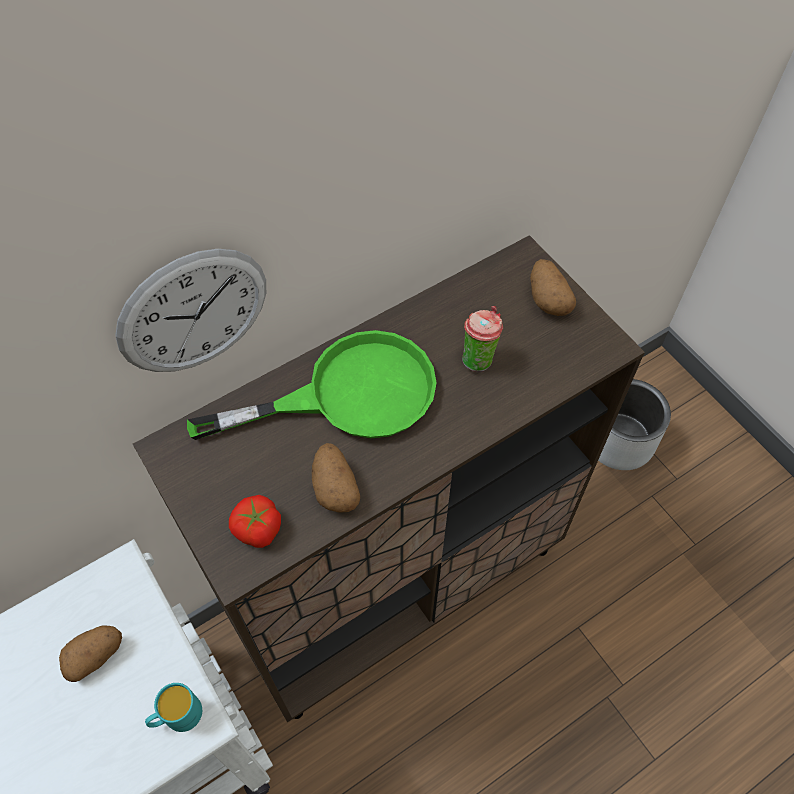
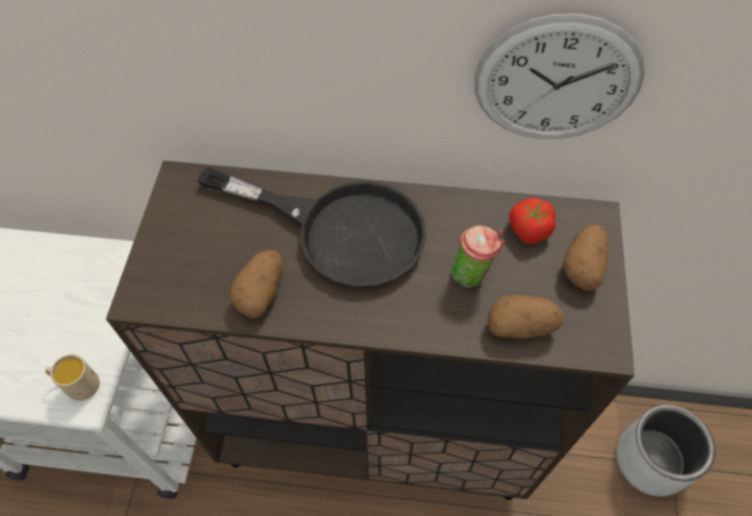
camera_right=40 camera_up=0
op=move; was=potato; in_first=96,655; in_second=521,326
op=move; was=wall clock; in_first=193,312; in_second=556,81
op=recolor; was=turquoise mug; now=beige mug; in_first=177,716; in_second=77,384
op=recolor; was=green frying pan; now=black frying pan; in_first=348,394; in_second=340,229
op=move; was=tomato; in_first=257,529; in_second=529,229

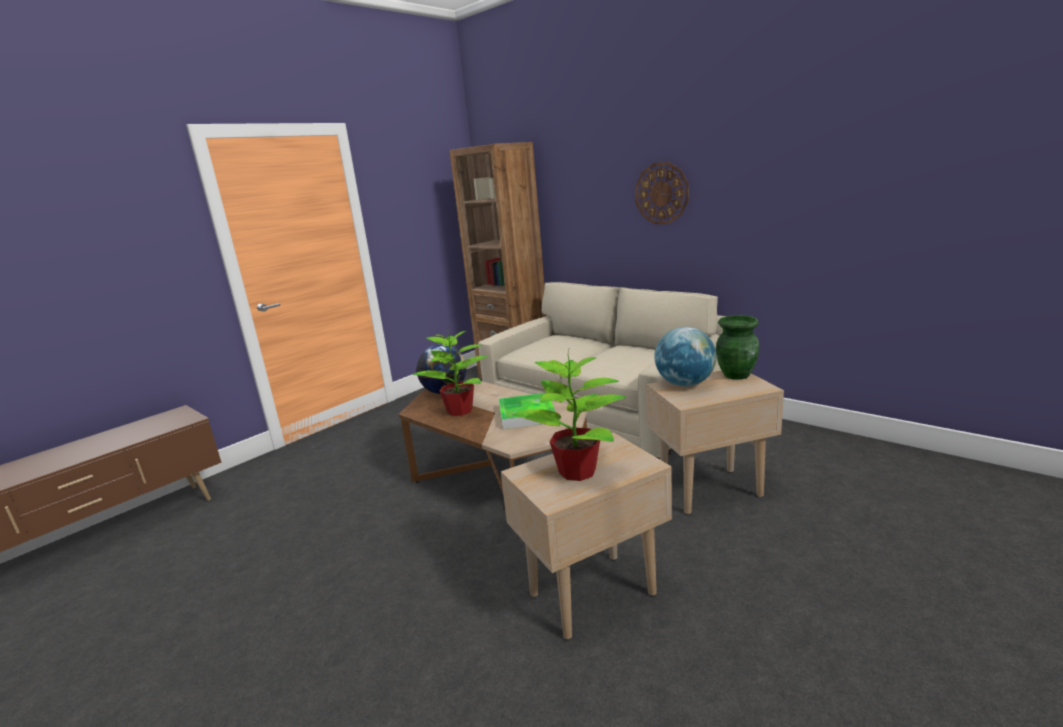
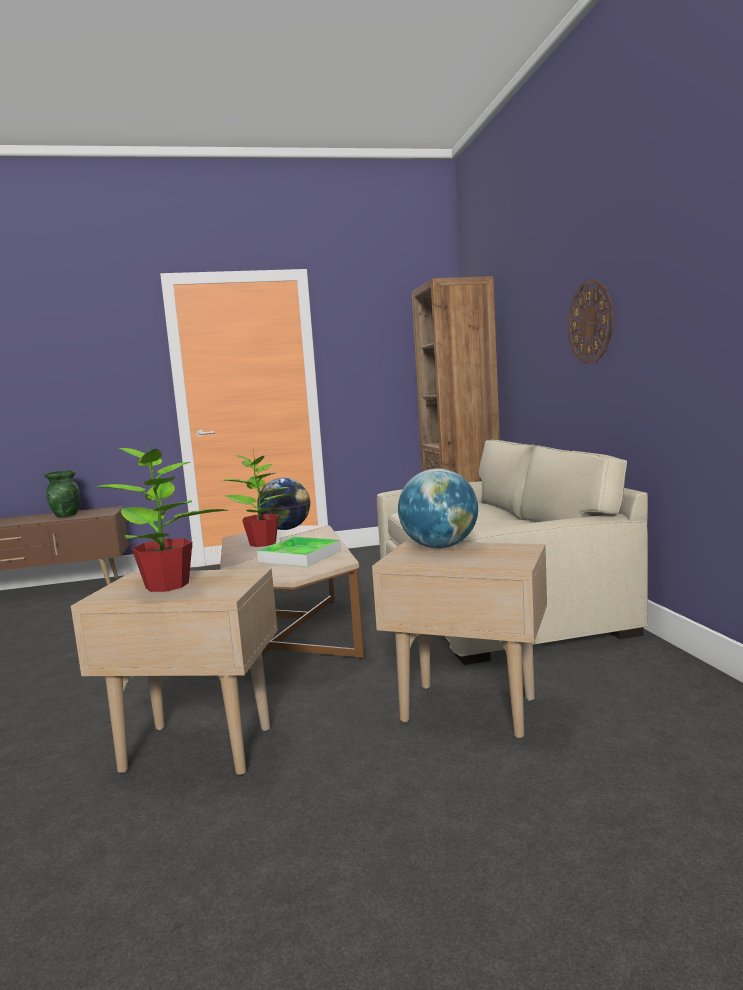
camera_right=35 camera_up=-10
op=move; was=green vase; in_first=737,375; in_second=66,515

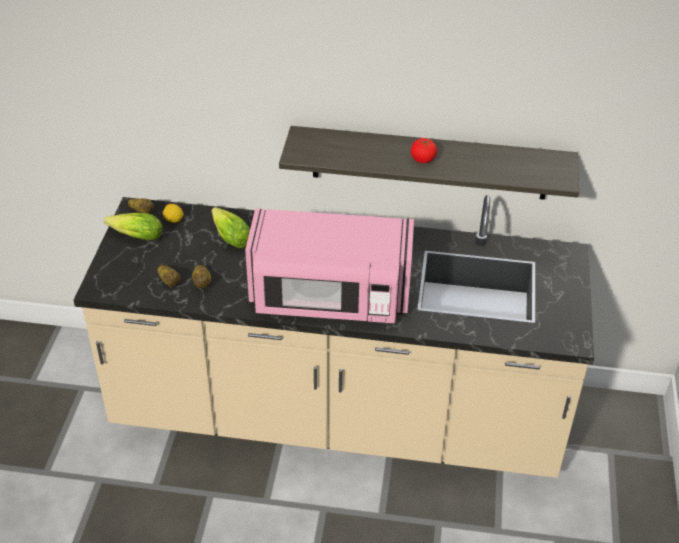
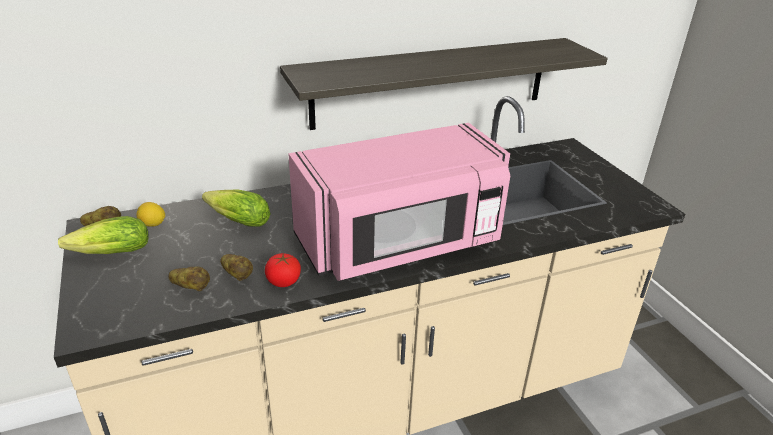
camera_right=-30 camera_up=-10
op=move; was=tomato; in_first=423,159; in_second=283,281

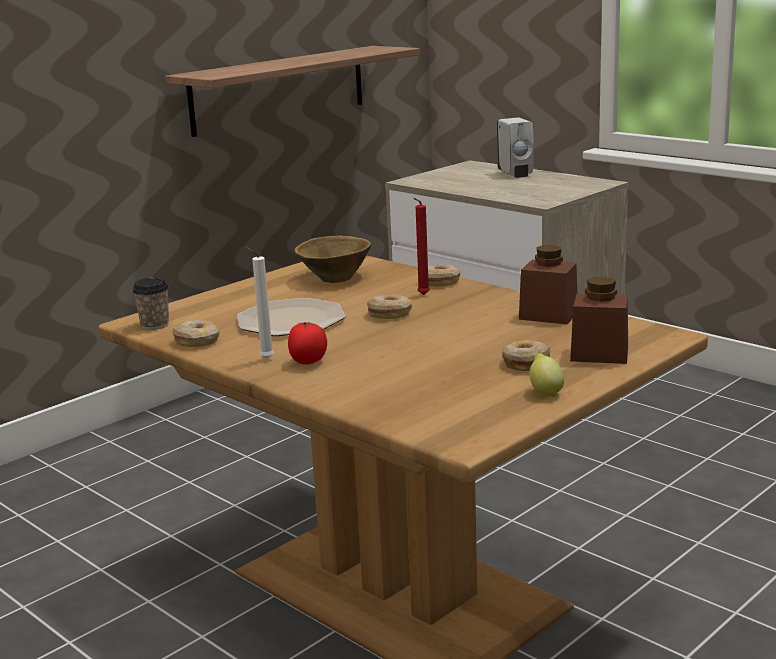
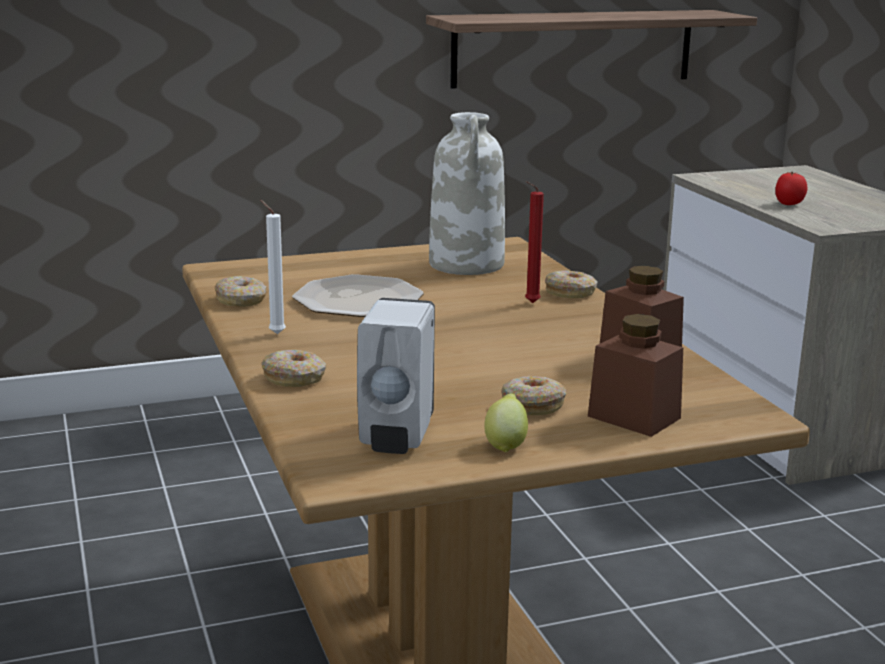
camera_right=25 camera_up=0
op=delete; was=cup; in_first=155,325
op=move; was=tomato; in_first=308,362; in_second=789,204
op=replace; was=brown bowl; now=white vase; in_first=335,277; in_second=467,265
op=move; was=donut; in_first=390,314; in_second=295,378
op=move; was=white soap dispenser; in_first=515,174; in_second=396,438

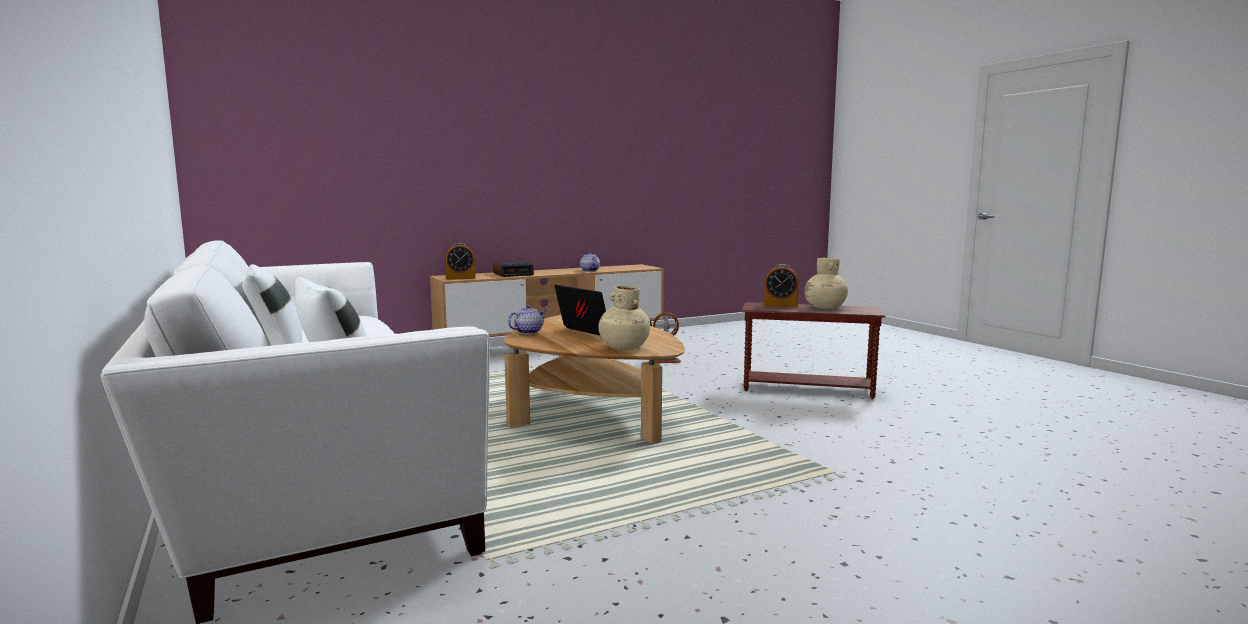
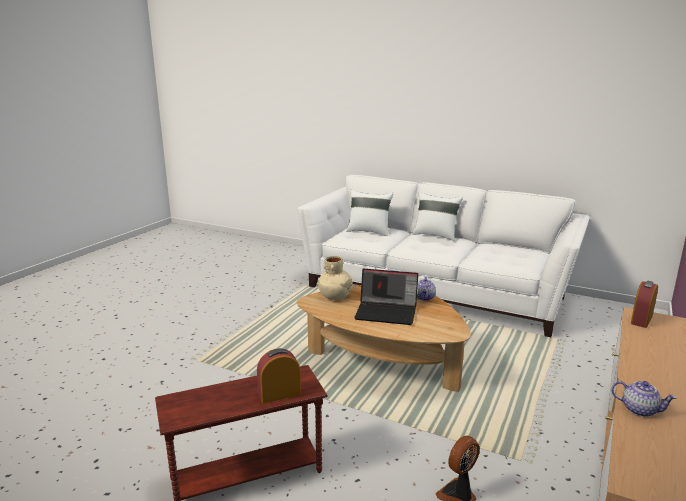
camera_right=145 camera_up=10
op=delete; was=alarm clock; in_first=513,274
op=delete; was=beige vase; in_first=825,308

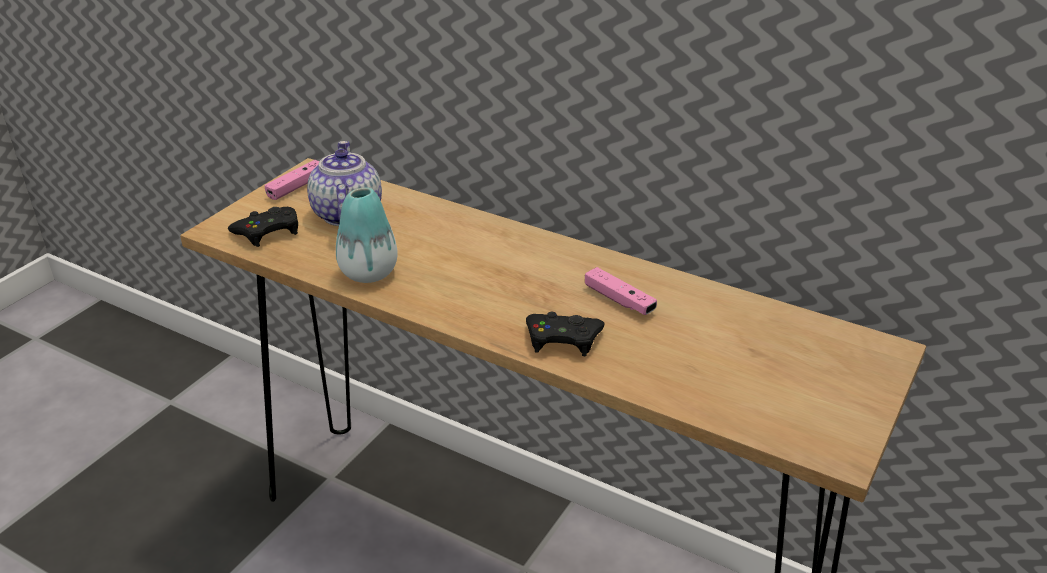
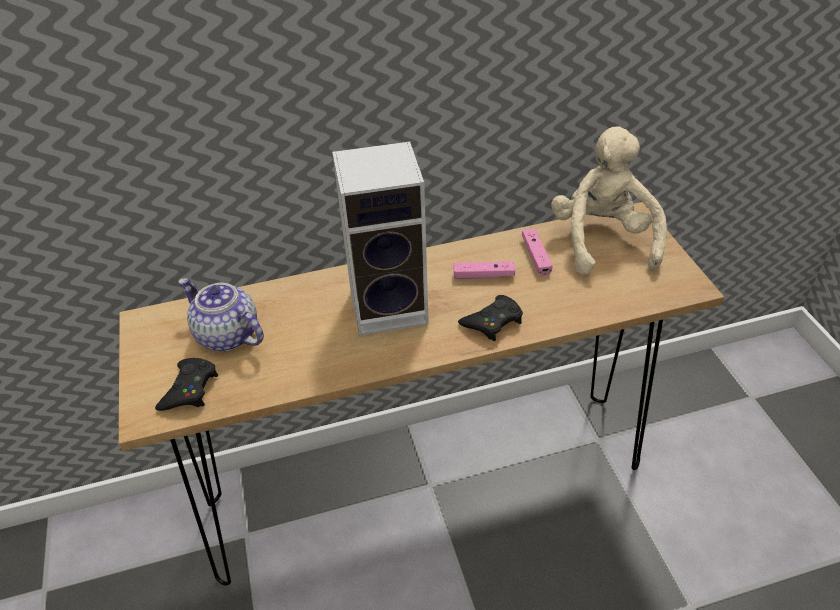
camera_right=-45 camera_up=10
op=move; was=pink game controller; in_first=297,186; in_second=536,256
op=delete; was=vase; in_first=368,273
op=insert; now=speaker; in_second=391,306
op=insert; now=beige plush toy; in_second=602,240

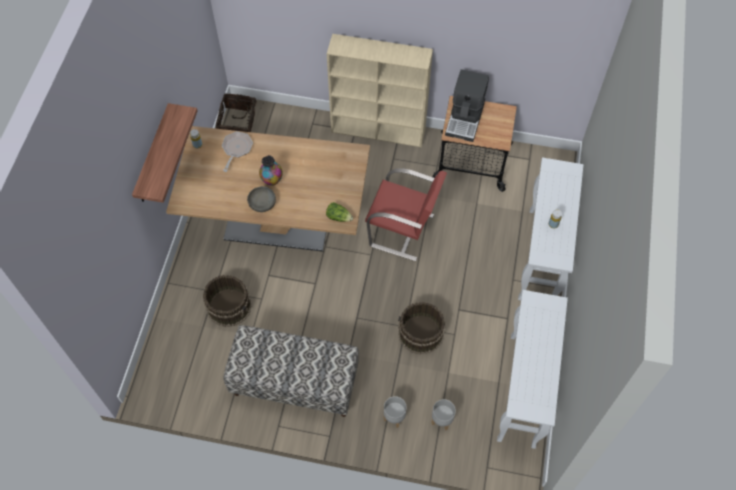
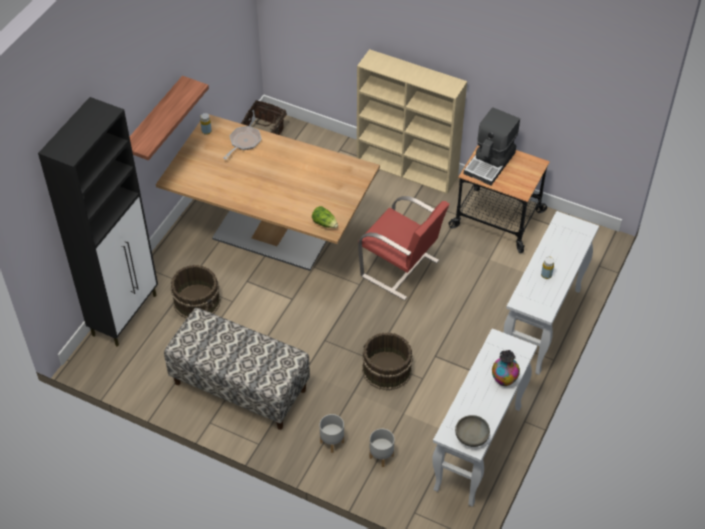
camera_right=15 camera_up=-10
op=move; was=grey bowl; in_first=262,204; in_second=471,436
op=move; was=vase; in_first=272,180; in_second=503,380
op=insert; now=black cabinet; in_second=125,314

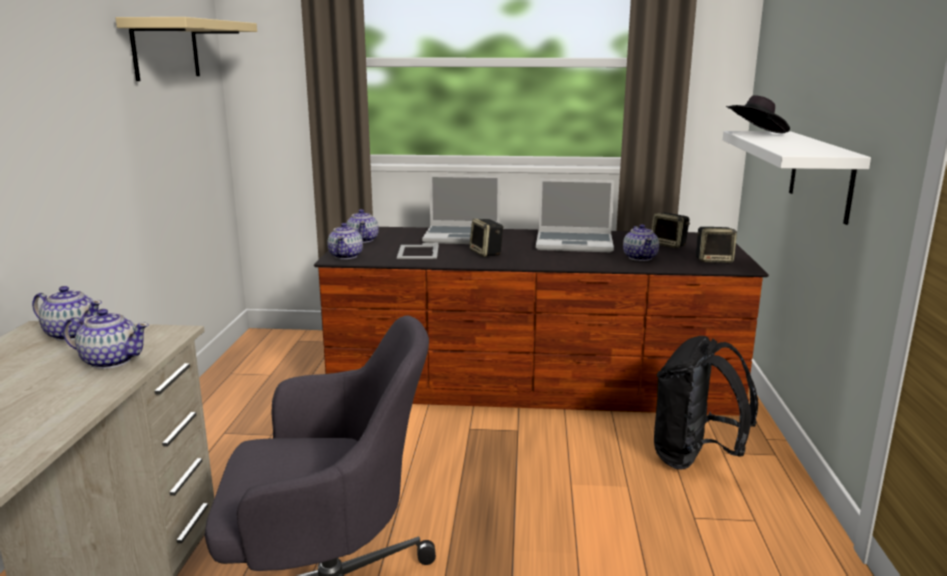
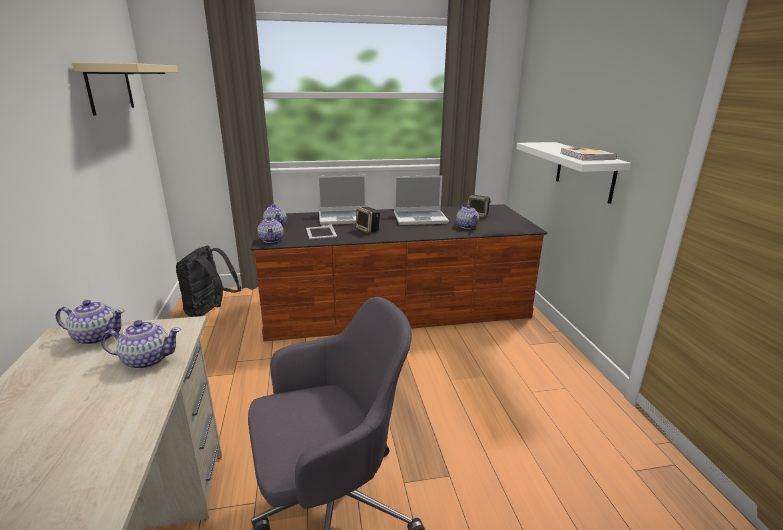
camera_right=-15 camera_up=5
op=move; was=black backpack; in_first=695,459; in_second=210,311
op=delete; was=speaker; in_first=714,260
op=delete; was=black hat; in_first=755,134
op=insert; now=book; in_second=586,156

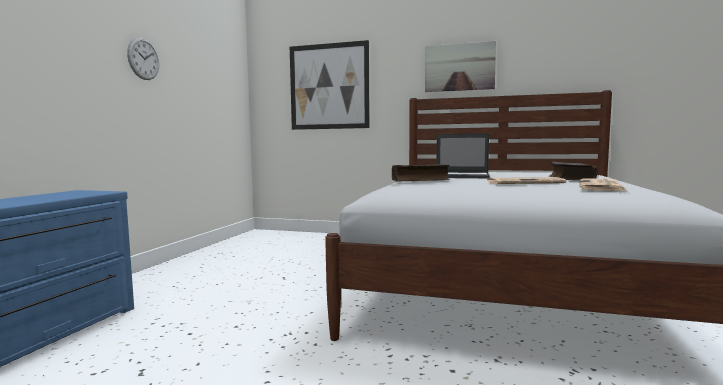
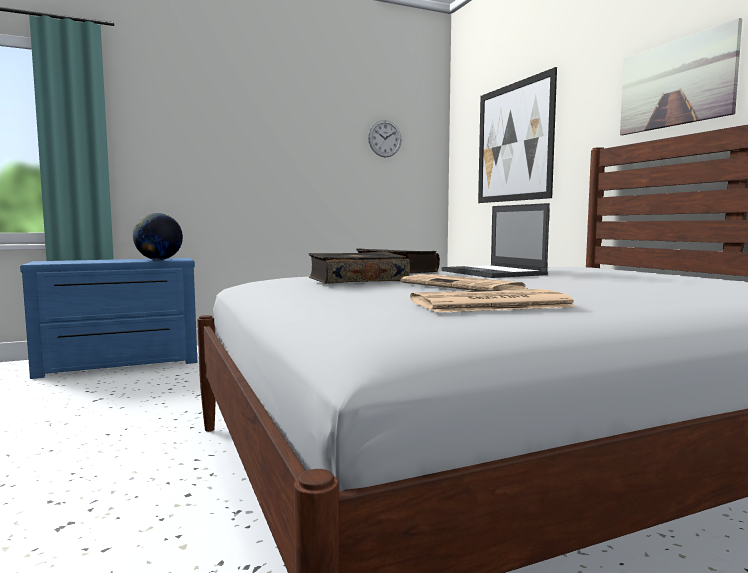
camera_right=50 camera_up=0
op=move; was=wall clock; in_first=143,59; in_second=384,138
op=move; was=book; in_first=570,179; in_second=357,280
op=insert; now=globe; in_second=159,260

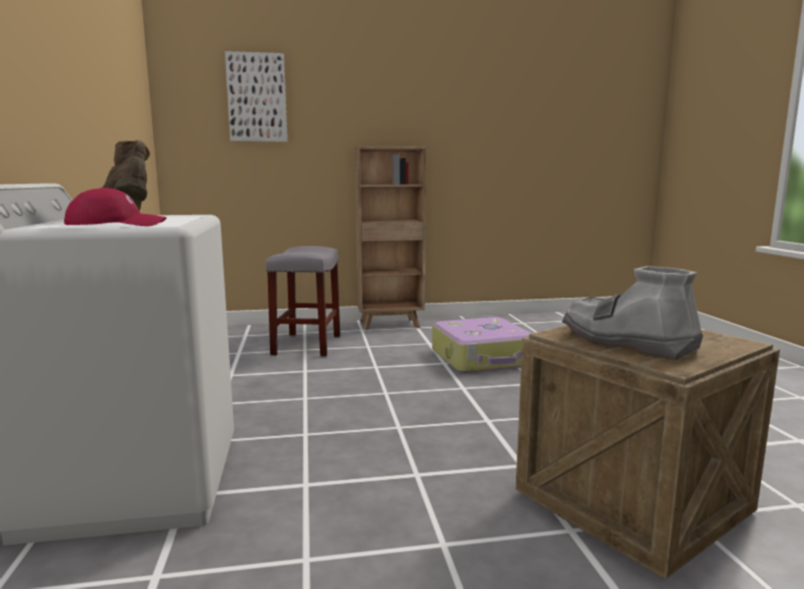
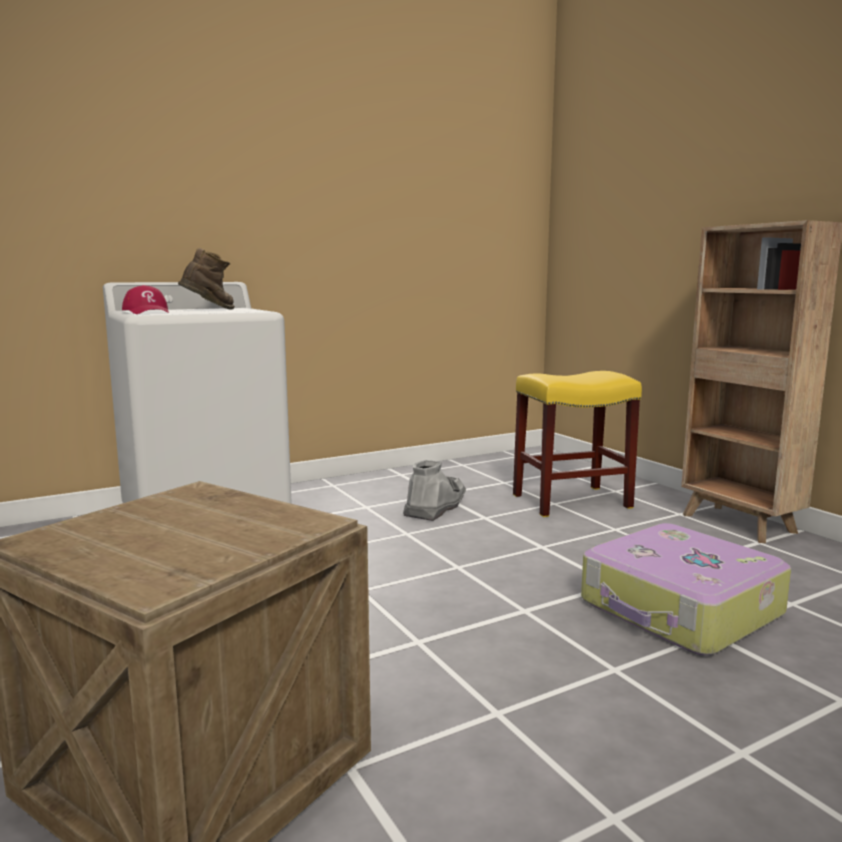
camera_right=70 camera_up=0
op=delete; was=picture; in_first=257,97
op=recolor; was=grey stool; now=yellow stool; in_first=307,345; in_second=570,501
op=move; was=grey boot; in_first=626,342; in_second=435,507

